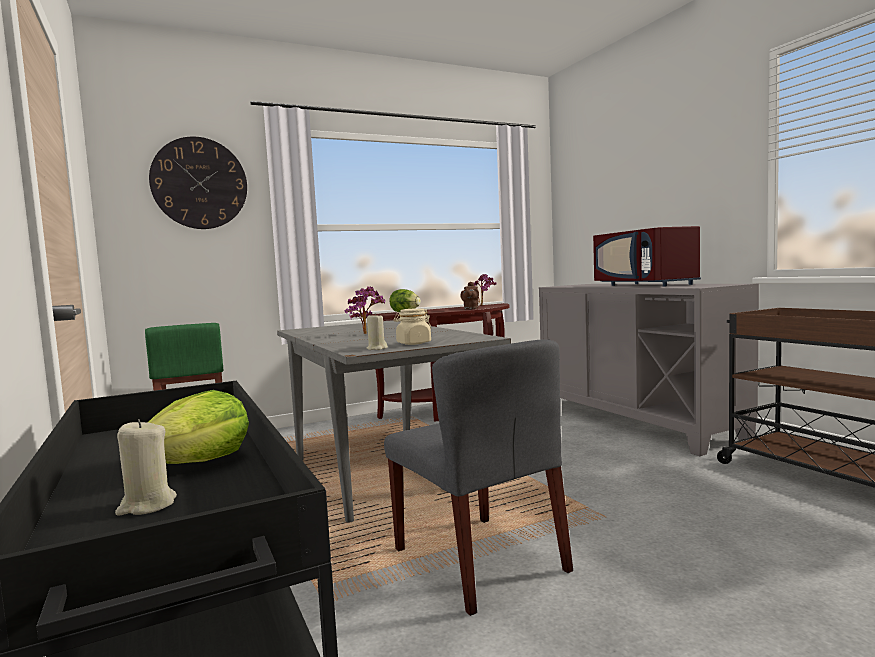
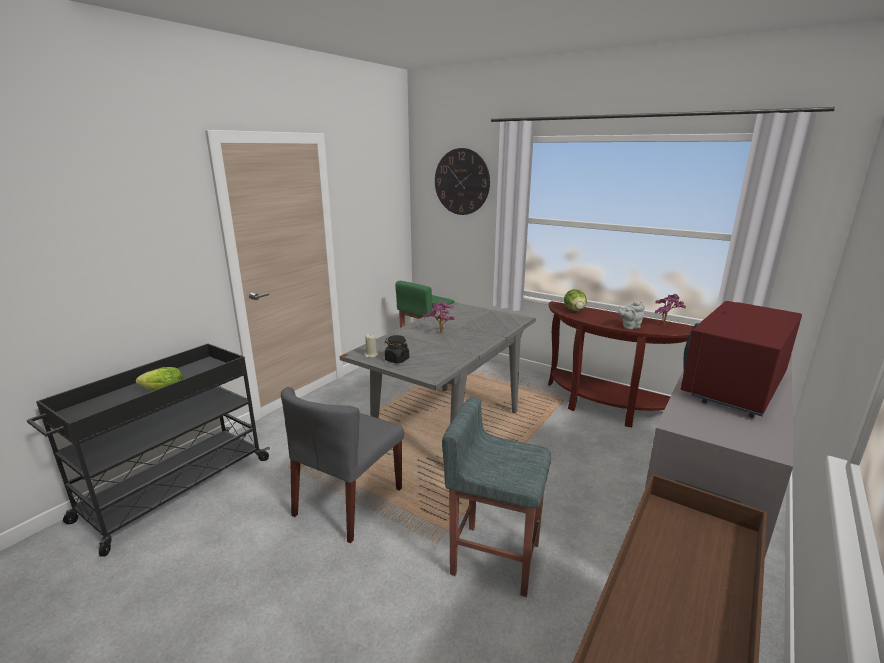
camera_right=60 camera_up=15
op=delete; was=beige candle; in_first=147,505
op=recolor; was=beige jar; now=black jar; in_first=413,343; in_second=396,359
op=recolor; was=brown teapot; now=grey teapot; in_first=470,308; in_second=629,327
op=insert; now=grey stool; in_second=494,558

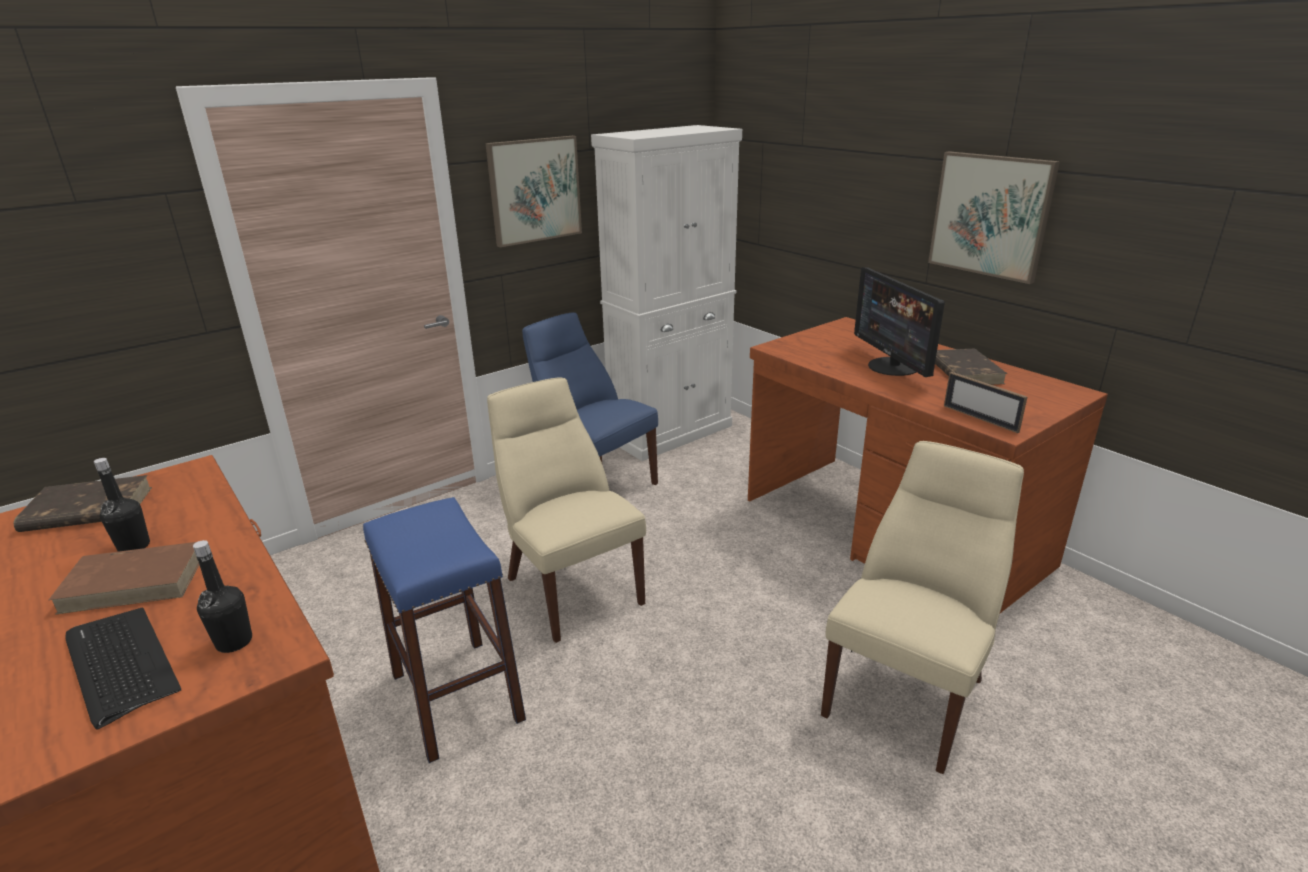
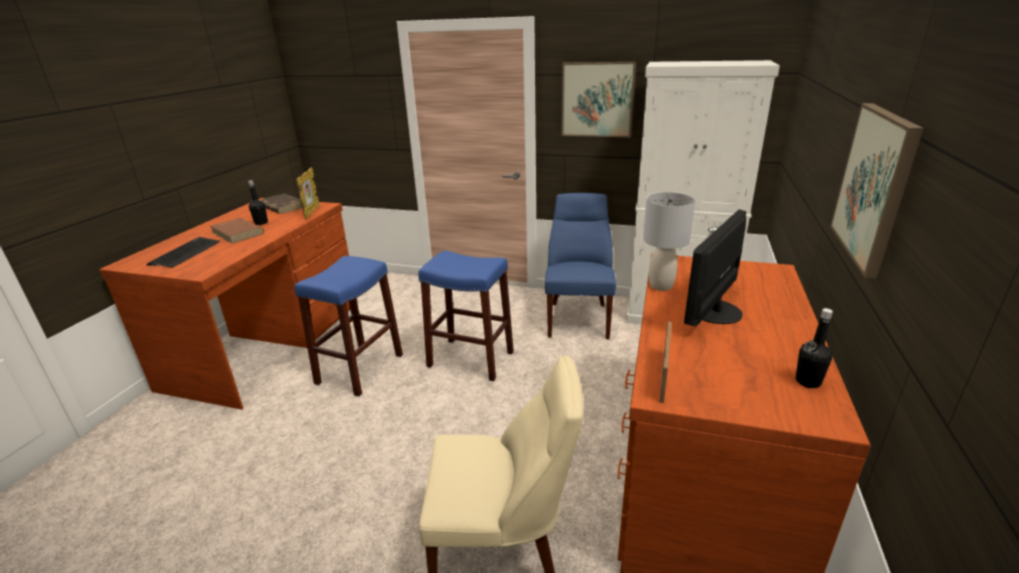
camera_right=55 camera_up=0
op=move; was=black bottle; in_first=234,642; in_second=808,381
op=replace; was=beige chair; now=blue stool; in_first=570,587; in_second=471,359
op=delete; was=brown book; in_first=964,371
op=insert; now=picture frame; in_second=312,212
op=insert; now=grey table lamp; in_second=661,286

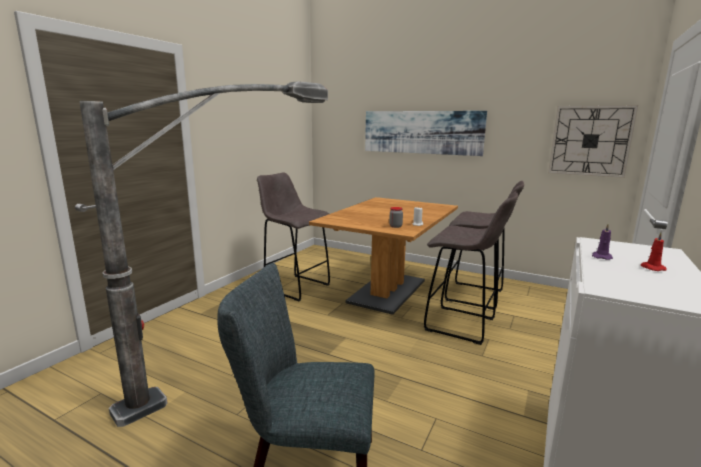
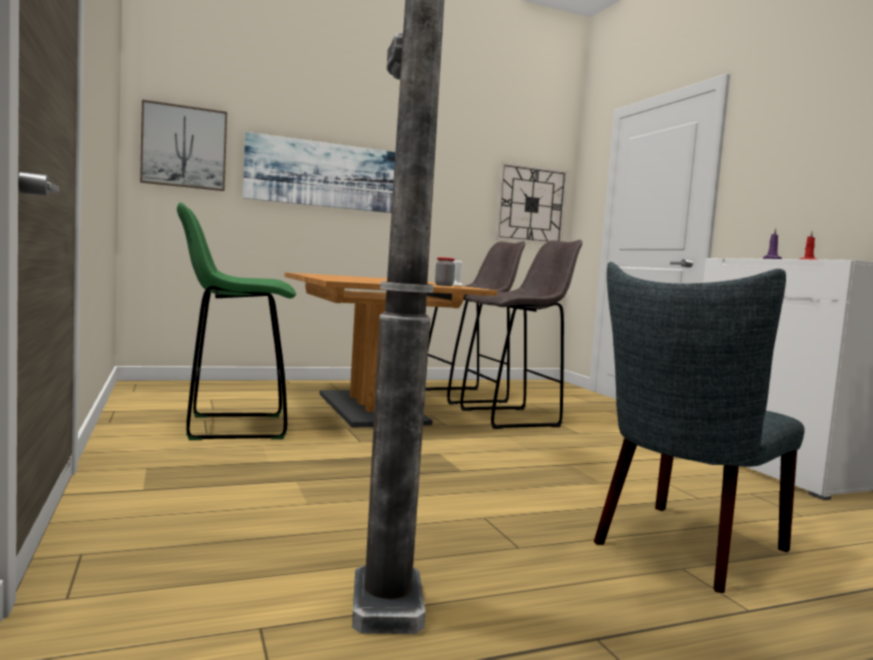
camera_right=-50 camera_up=-10
op=recolor; was=grey stool; now=green stool; in_first=295,287; in_second=232,427
op=insert; now=picture; in_second=184,147

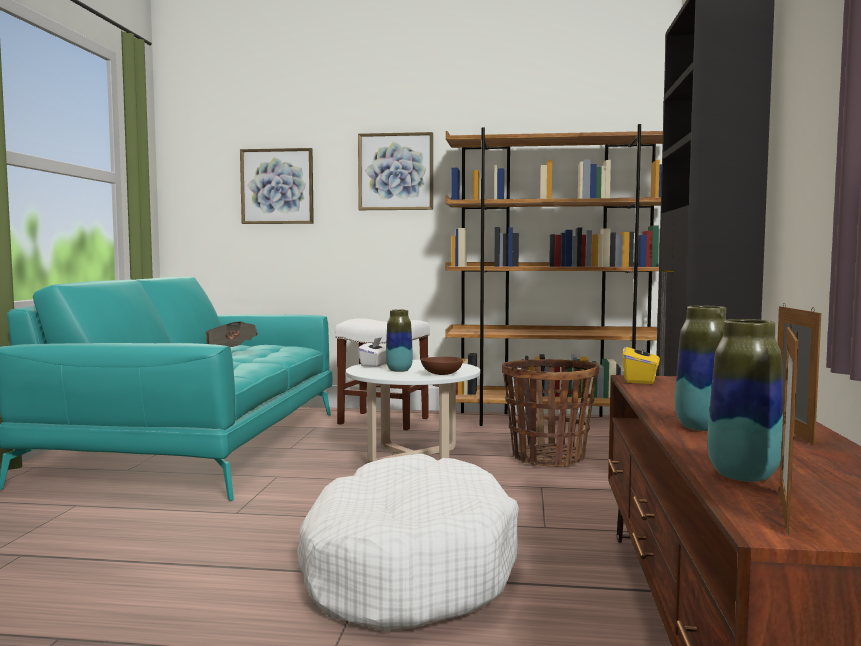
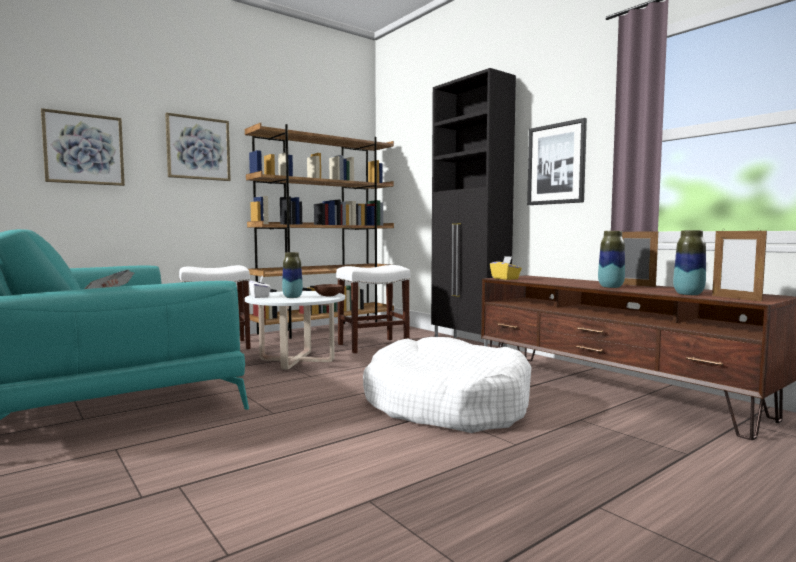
camera_right=-45 camera_up=0
op=replace; was=basket; now=white stool; in_first=548,458; in_second=372,346
op=insert; now=picture; in_second=556,164

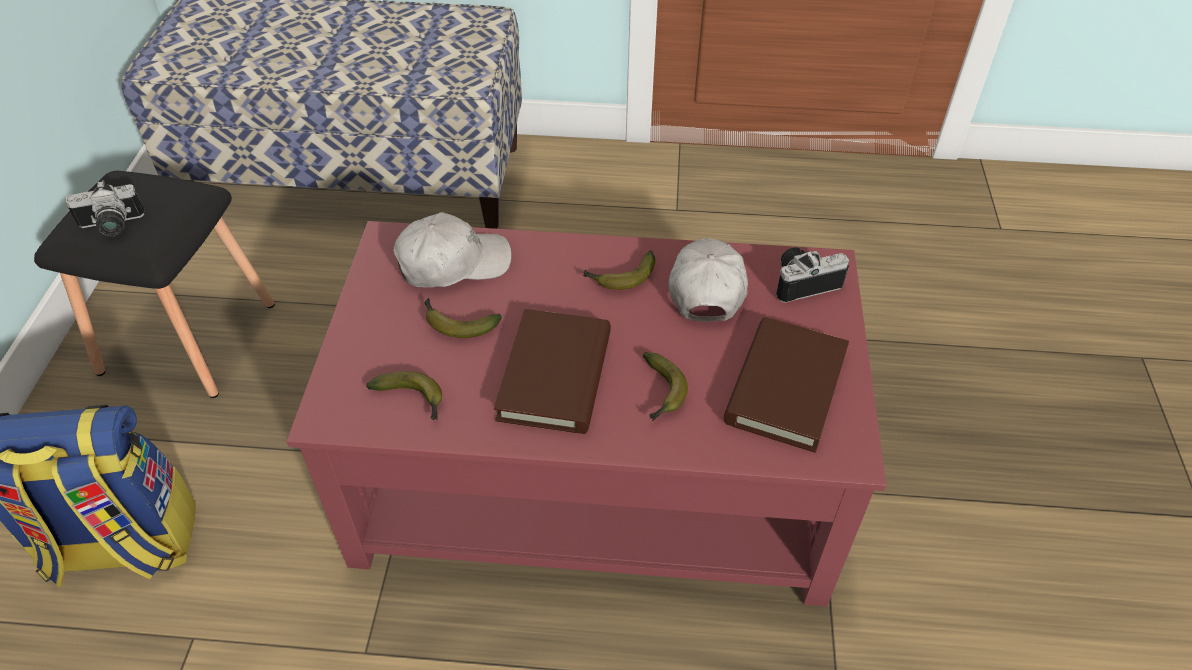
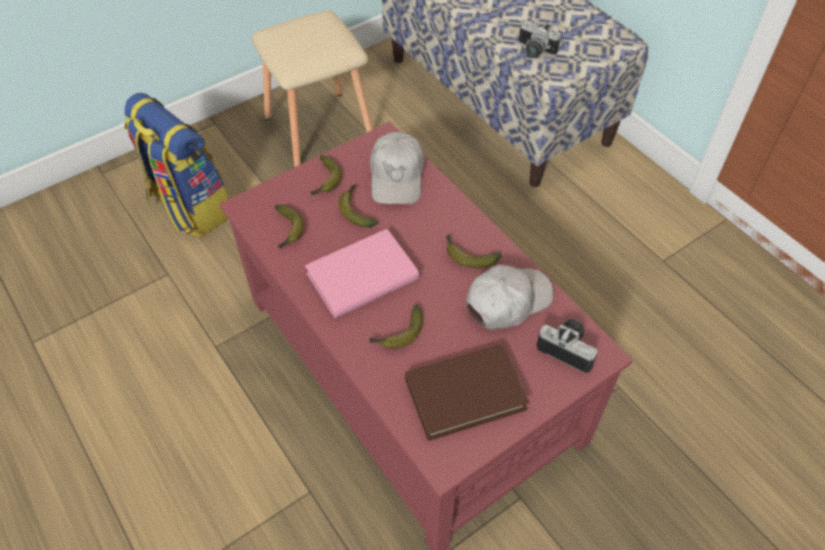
camera_right=50 camera_up=5
op=recolor; was=black stool; now=beige stool; in_first=188,335; in_second=320,128
op=move; was=photo camera; in_first=111,226; in_second=534,51
op=rotate; was=white cap; in_first=453,263; in_second=397,176; clockwise=60
op=recolor; was=brown book; now=pink book; in_first=555,376; in_second=362,277
op=insert; now=banana; in_second=325,181

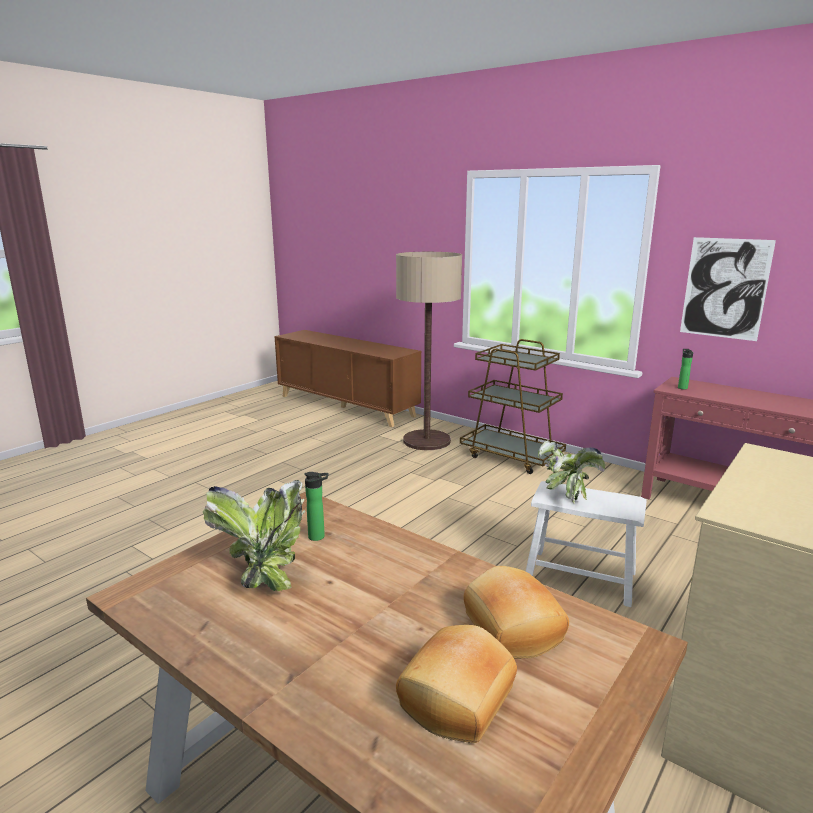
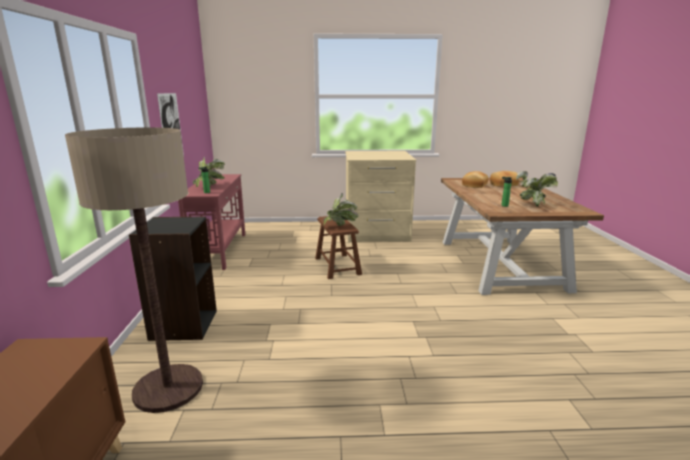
camera_right=-130 camera_up=0
op=replace; was=brown cart; now=black bookcase; in_first=511,456; in_second=183,325
op=recolor; was=white stool; now=brown stool; in_first=580,576; in_second=337,266
op=insert; now=potted plant; in_second=210,186

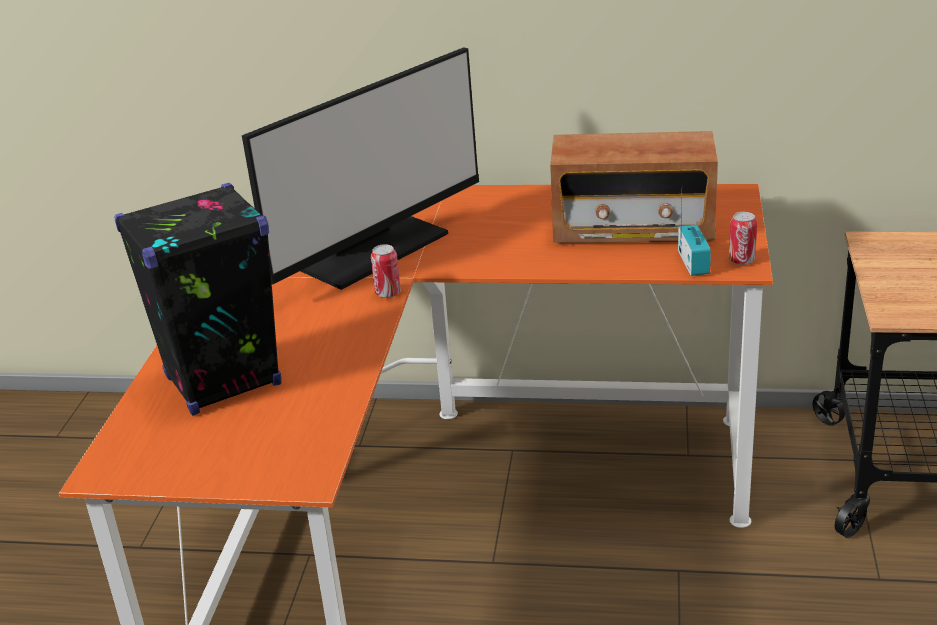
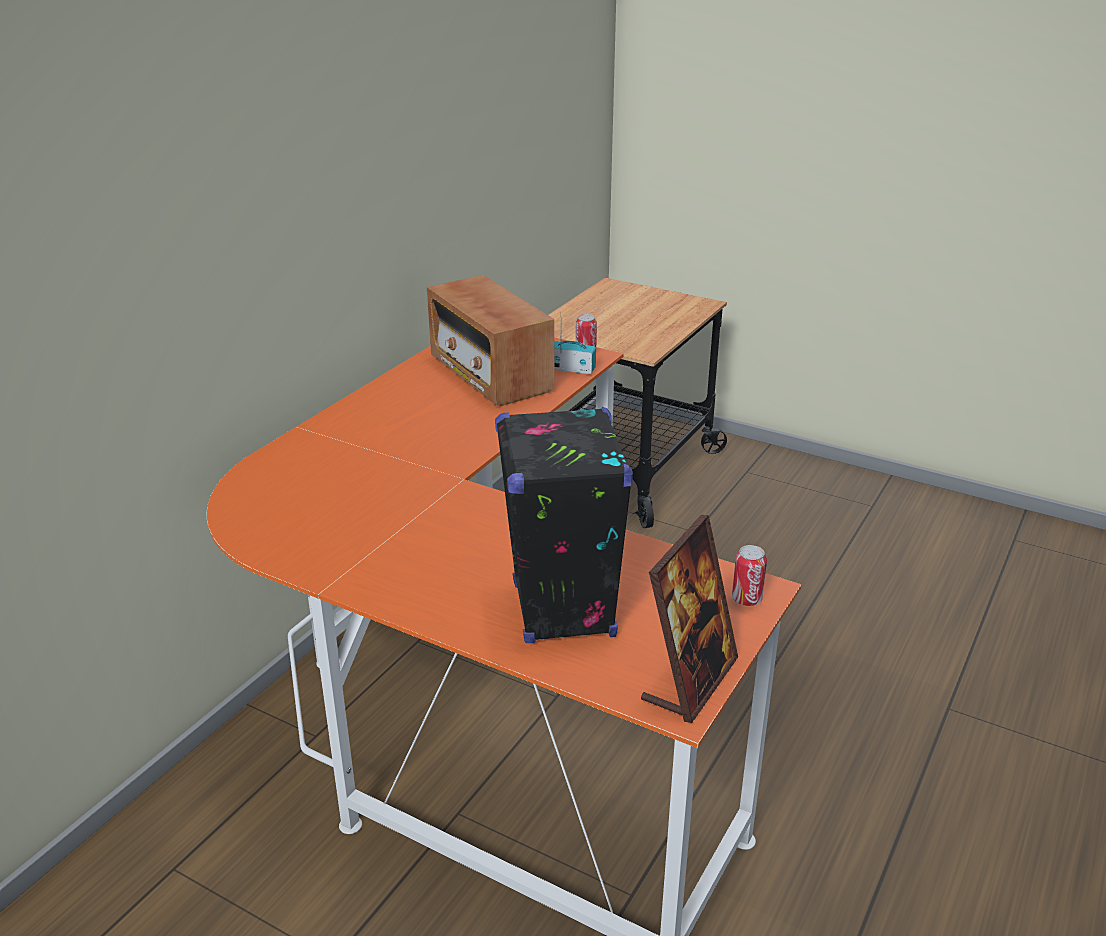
camera_right=-70 camera_up=0
op=delete; was=monitor; in_first=370,249
op=move; was=can; in_first=388,293; in_second=746,599
op=rotate; was=radio; in_first=632,228; in_second=490,374; clockwise=120
op=insert; now=picture frame; in_second=689,680

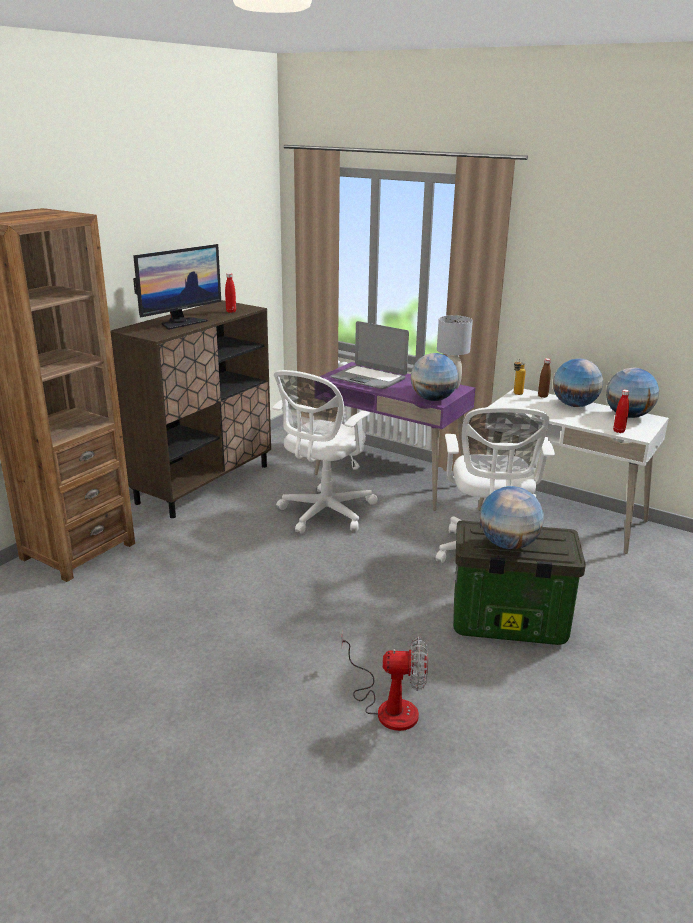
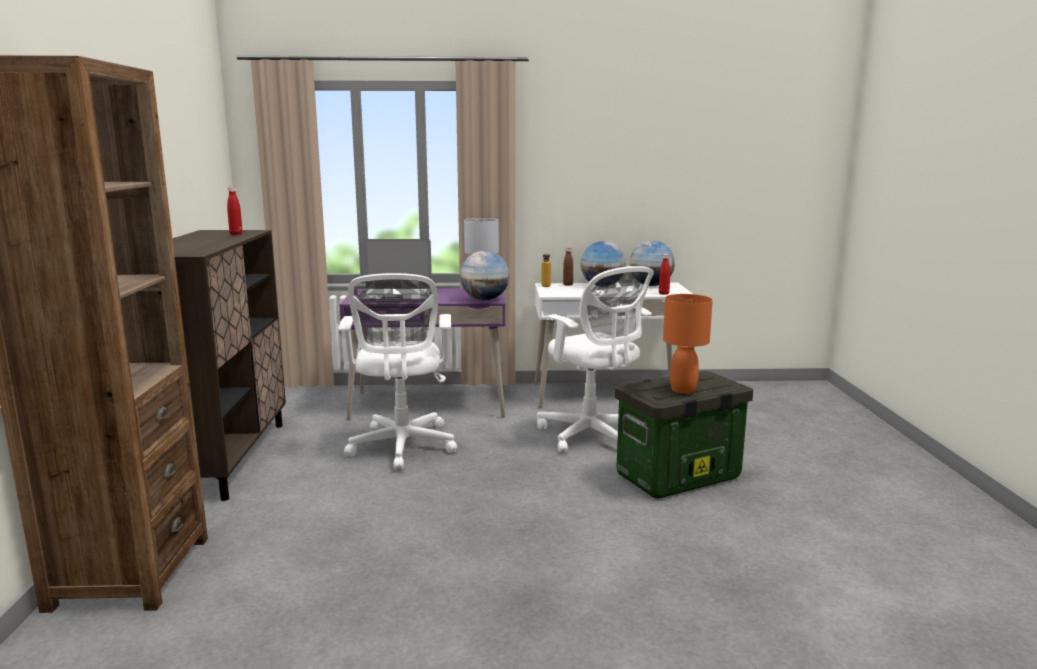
camera_right=-35 camera_up=-10
op=delete; was=monitor; in_first=181,323
op=delete; was=fan; in_first=388,706
op=replace; was=globe; now=orange table lamp; in_first=508,544; in_second=683,390

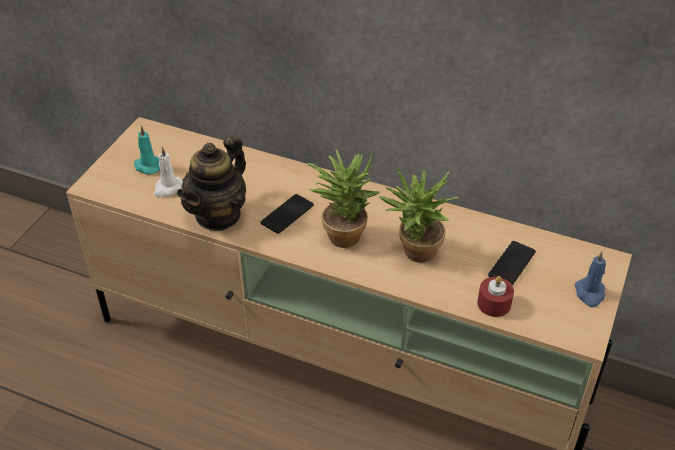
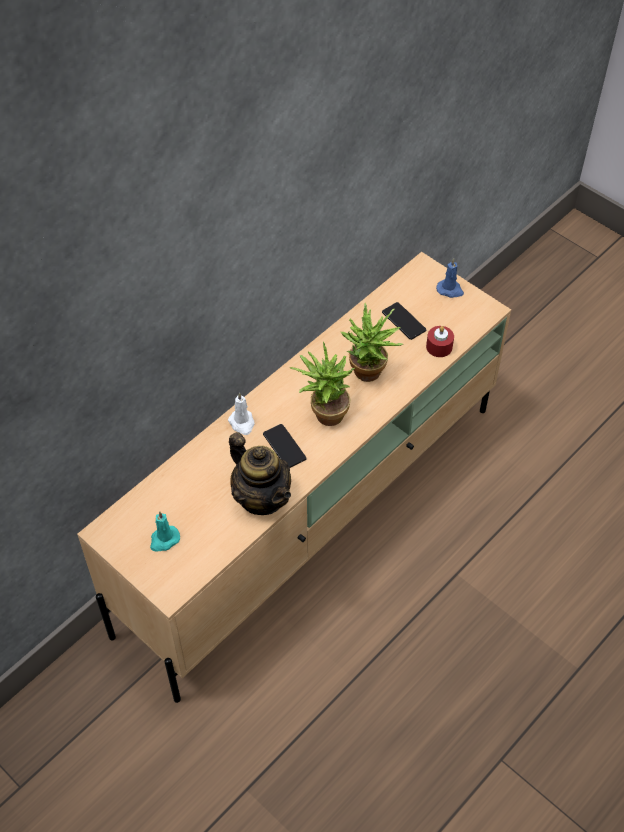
camera_right=-70 camera_up=10
op=move; was=white candle; in_first=168,188; in_second=242,423

